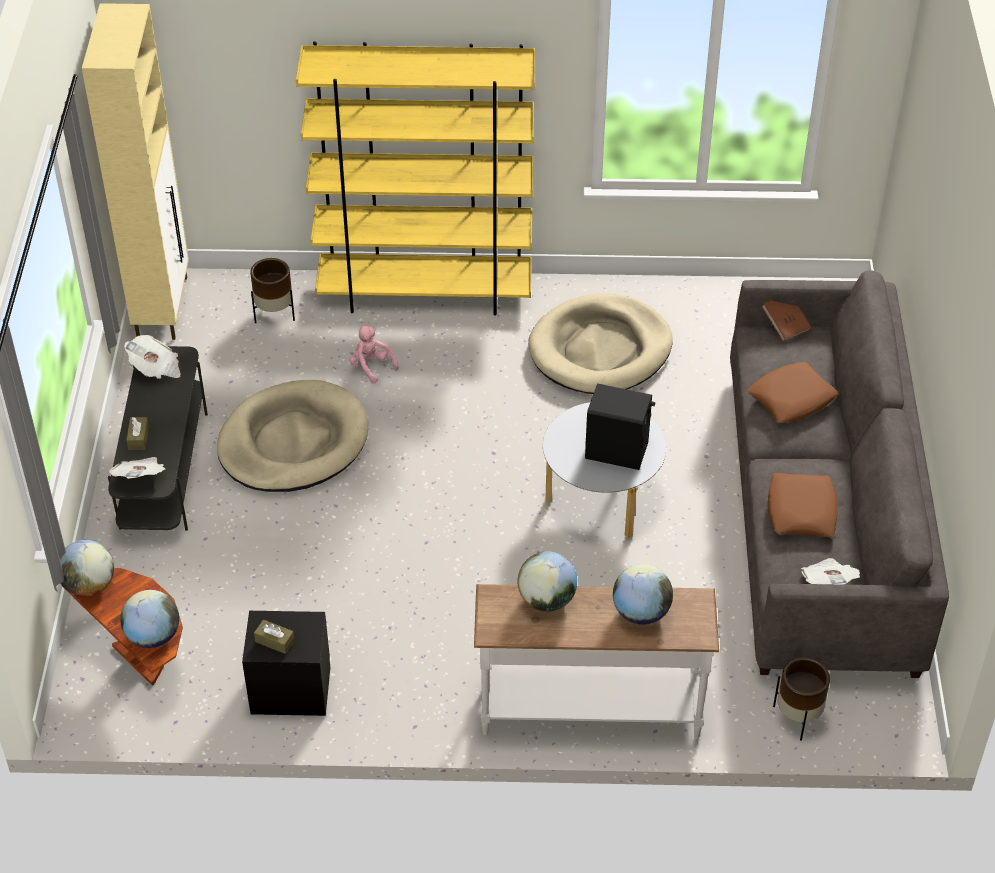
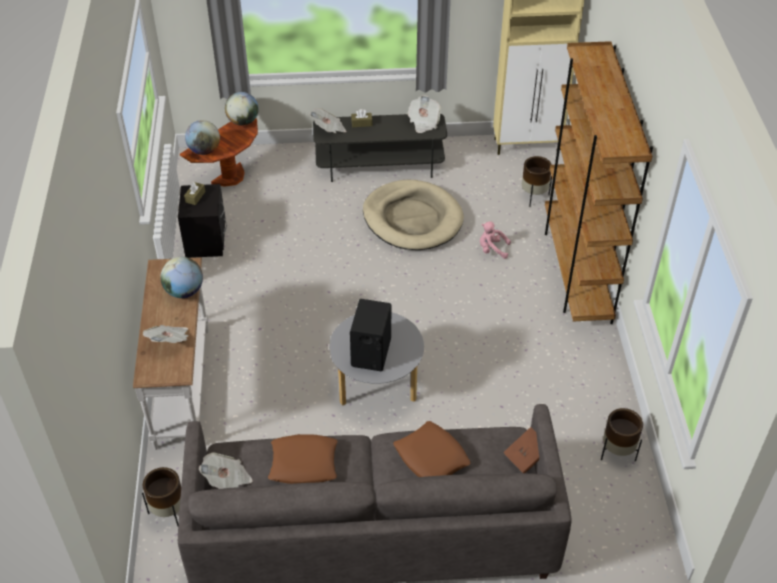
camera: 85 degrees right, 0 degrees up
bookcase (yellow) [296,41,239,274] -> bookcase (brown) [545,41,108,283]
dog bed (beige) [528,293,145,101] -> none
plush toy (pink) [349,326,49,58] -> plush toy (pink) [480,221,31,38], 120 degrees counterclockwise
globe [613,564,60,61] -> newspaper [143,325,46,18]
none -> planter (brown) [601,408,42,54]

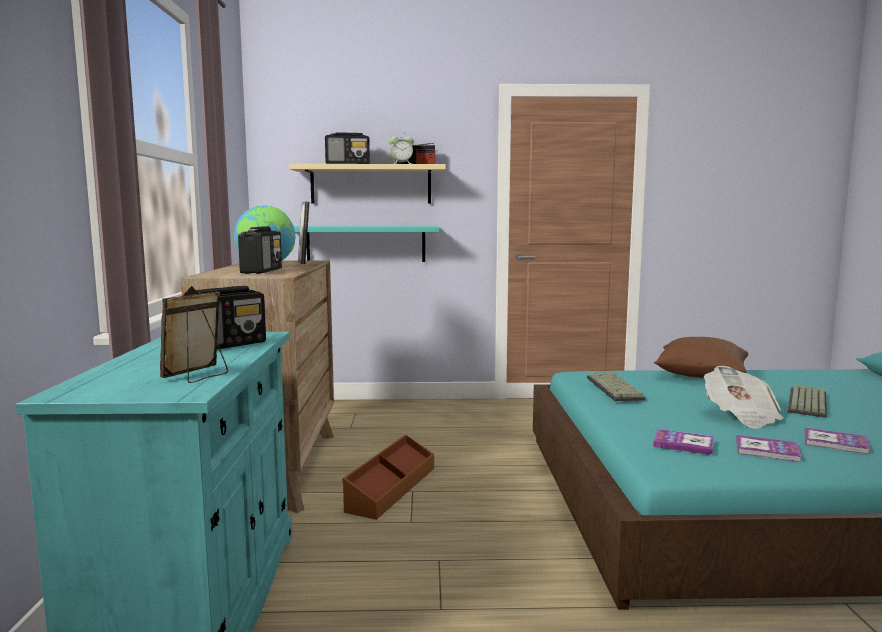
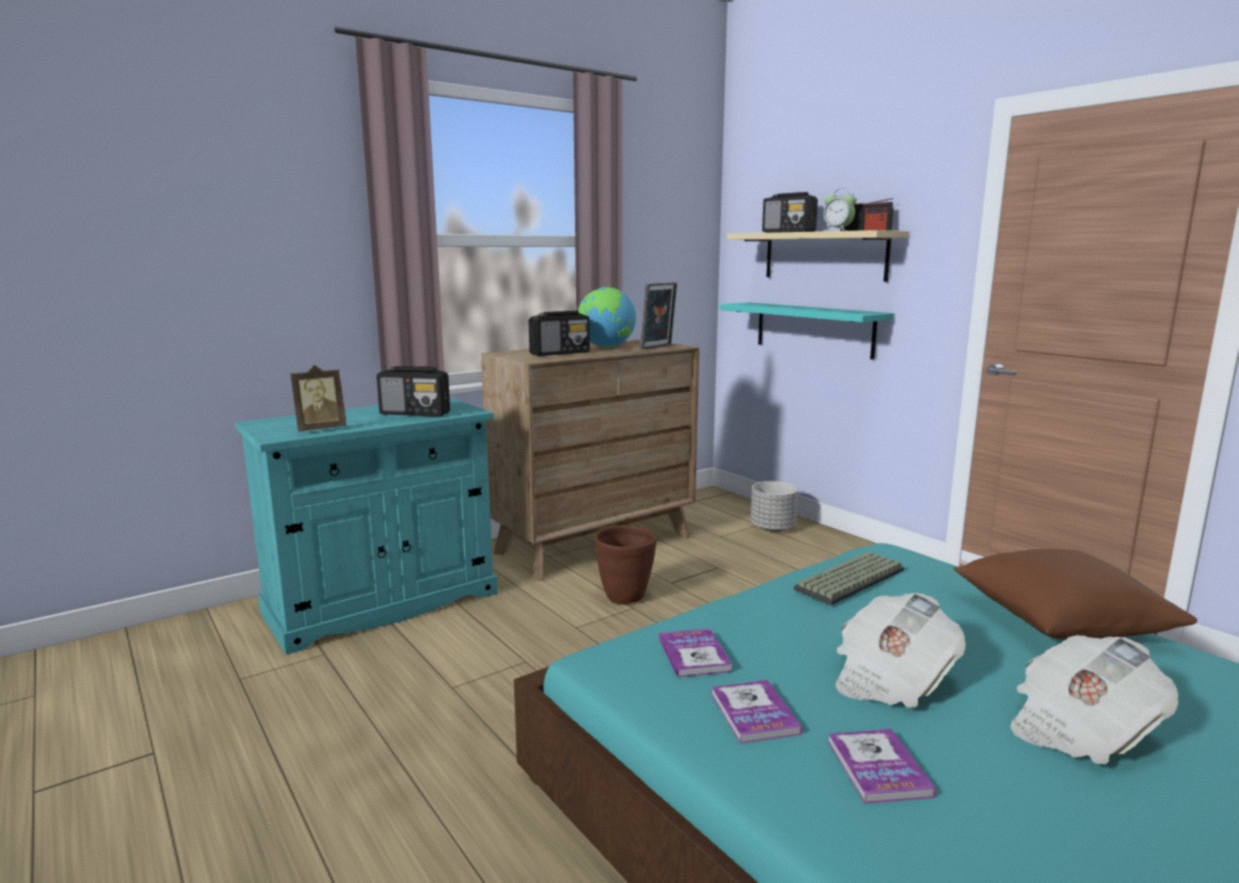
camera: 55 degrees right, 5 degrees up
picture frame [160,286,68,97] -> picture frame [290,365,56,66], 150 degrees clockwise
keyboard [788,385,39,33] -> newspaper [1010,635,169,130]
storage box (brown) [343,435,91,85] -> planter (brown) [595,526,62,78]
none -> planter (grey) [751,481,47,51]

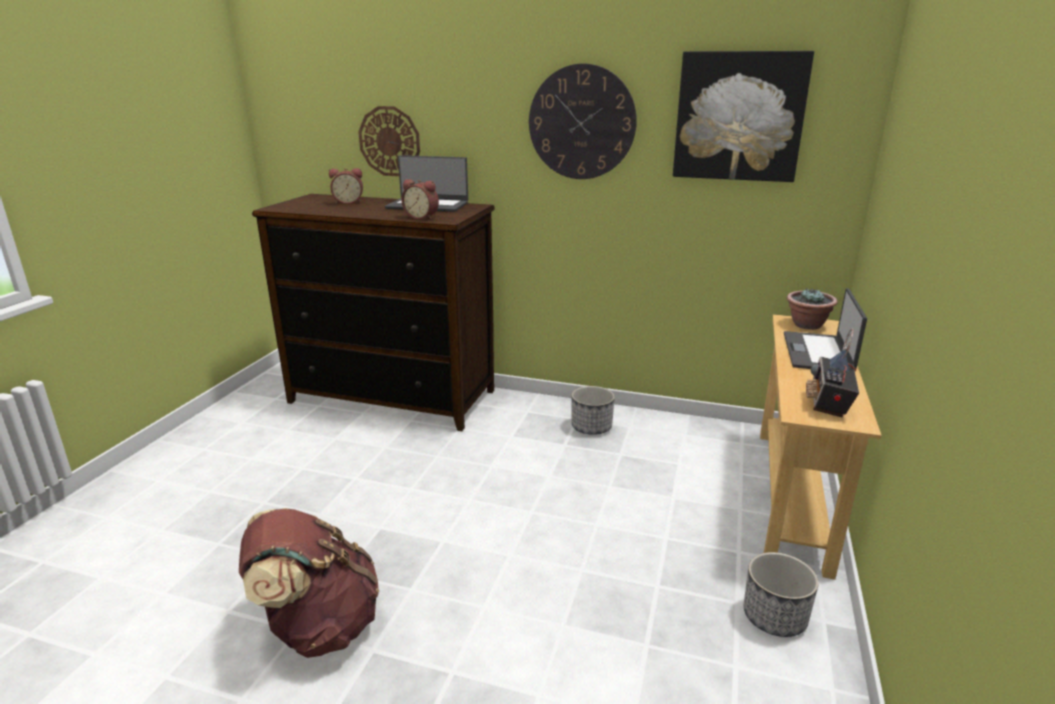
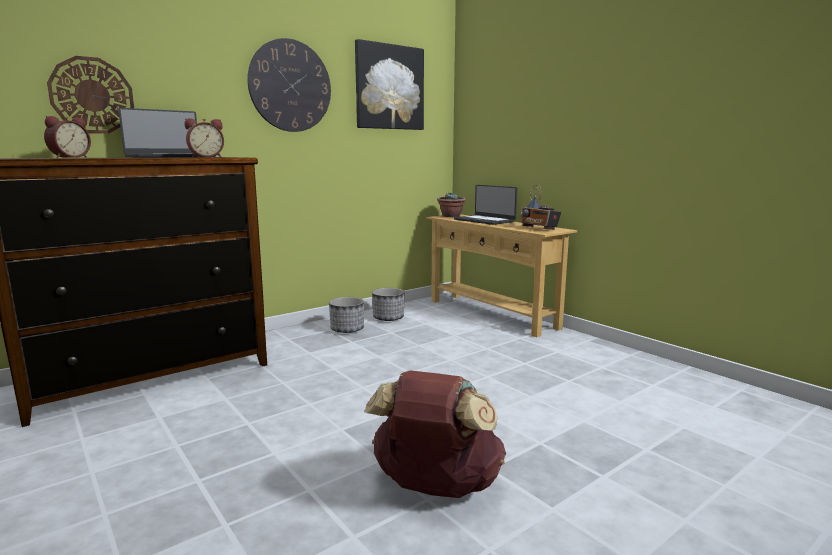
camera: 55 degrees left, 10 degrees down
planter [744,552,75,85] -> planter [372,288,32,33], shifted

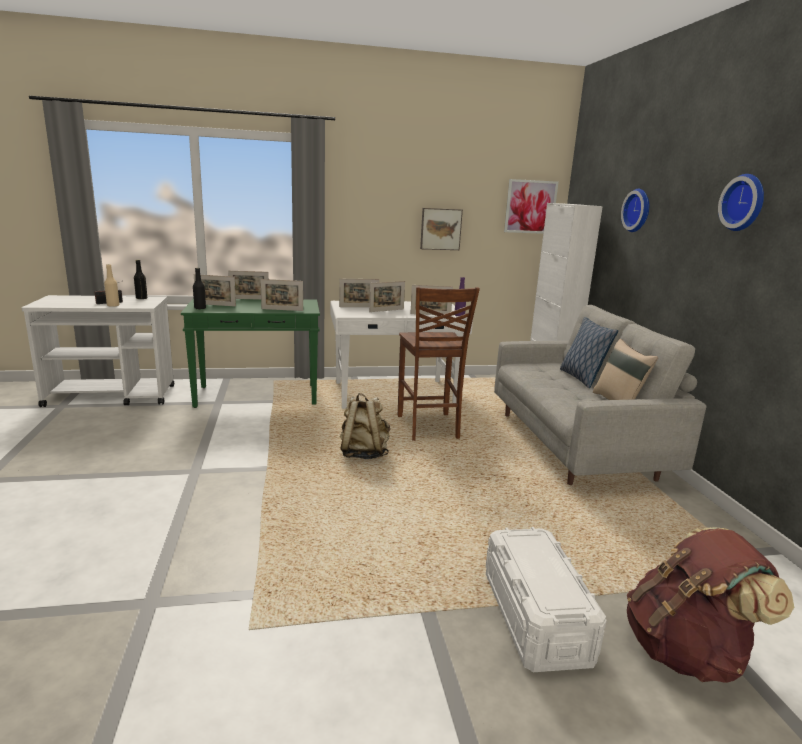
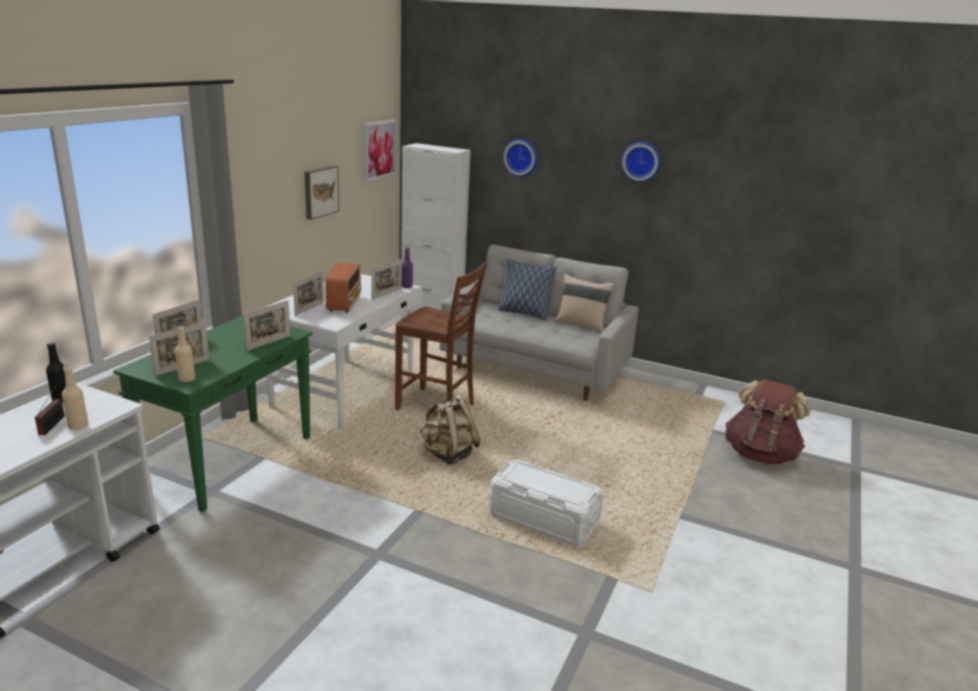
camera: 55 degrees left, 5 degrees up
bottle (black) [193,268,13,41] -> bottle (beige) [175,326,20,56]
picture frame [369,281,36,31] -> radio [325,262,36,51]
storage box (white) [486,527,121,145] -> storage box (white) [489,460,115,87], shifted

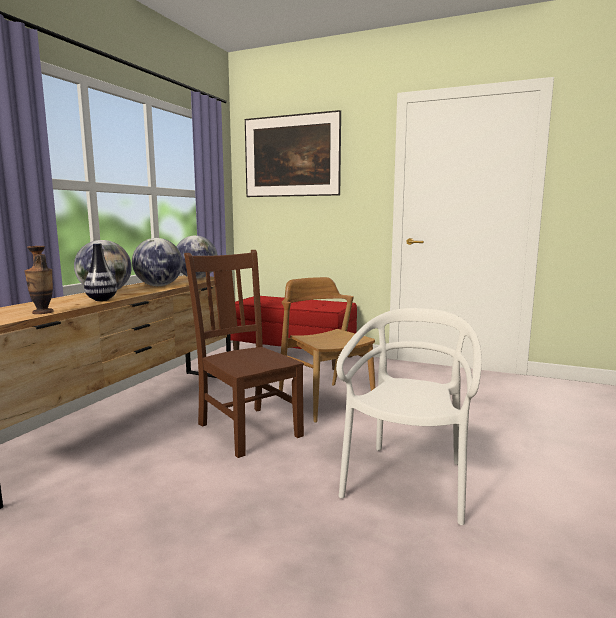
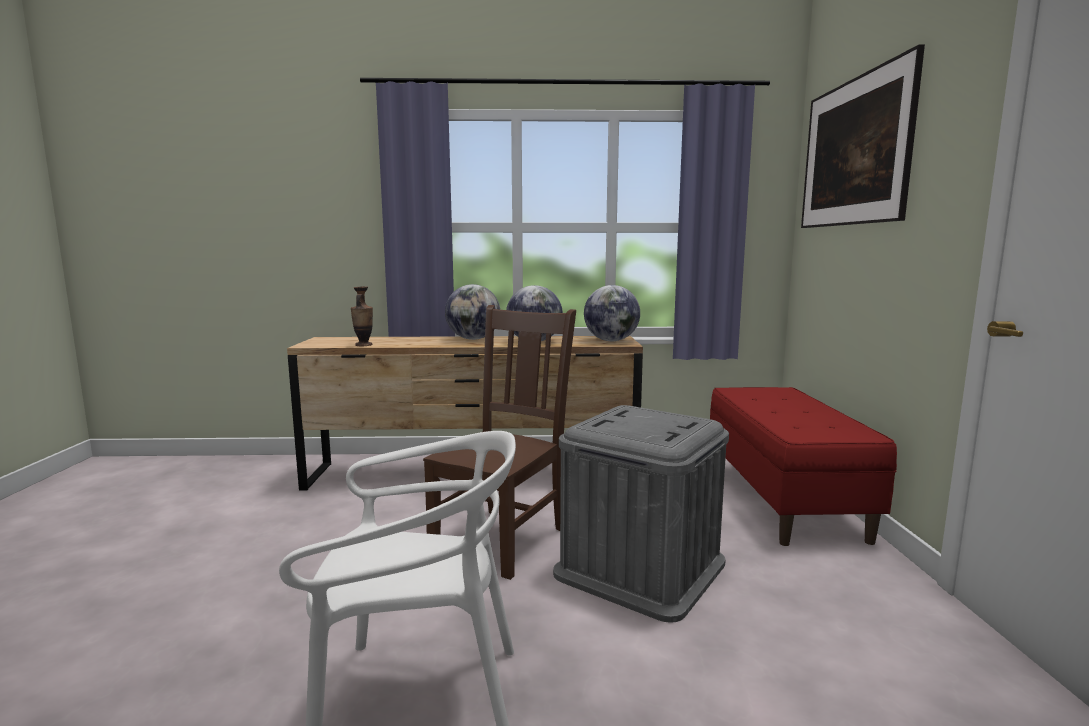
camera: 65 degrees right, 0 degrees up
vase [84,243,33,58] -> none
chair (brown) [279,277,96,146] -> storage box (grey) [553,405,176,218]

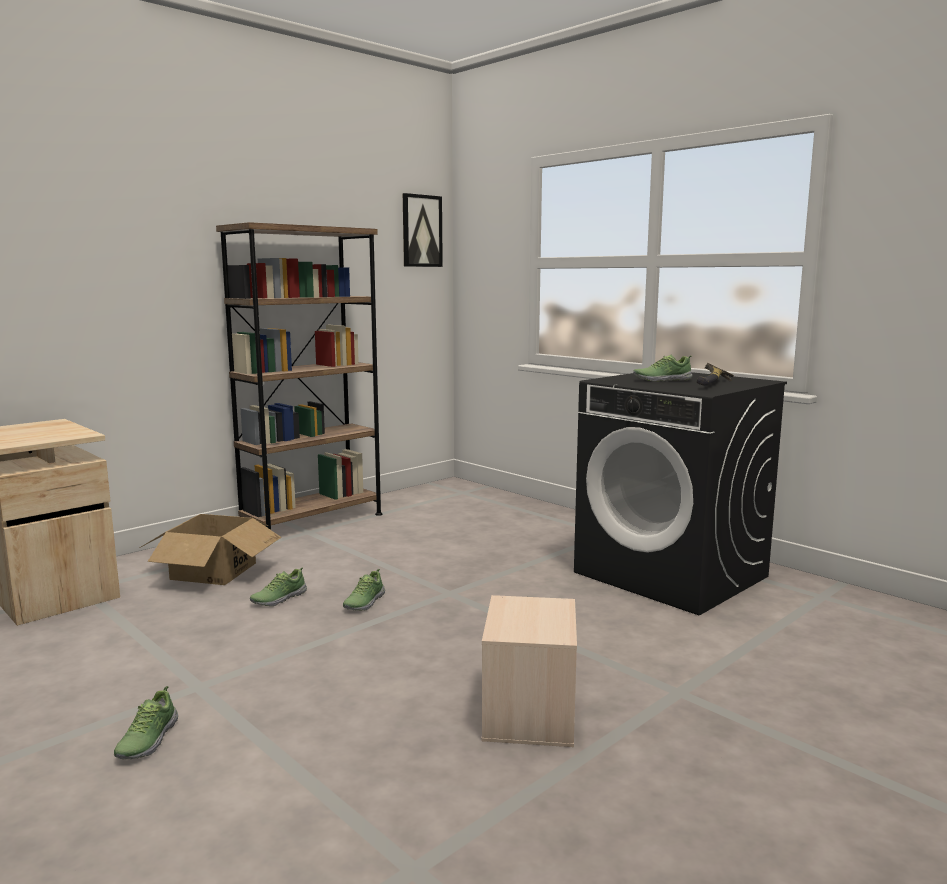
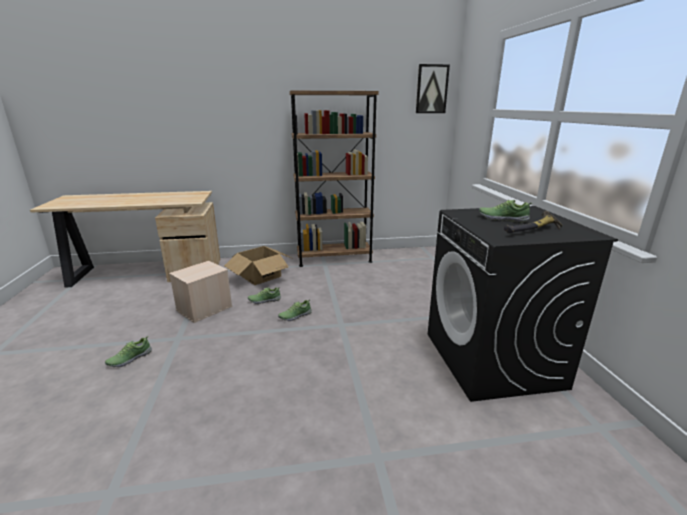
camera: 35 degrees right, 10 degrees up
storage box (beige) [481,595,96,152] -> storage box (beige) [169,261,64,62], shifted

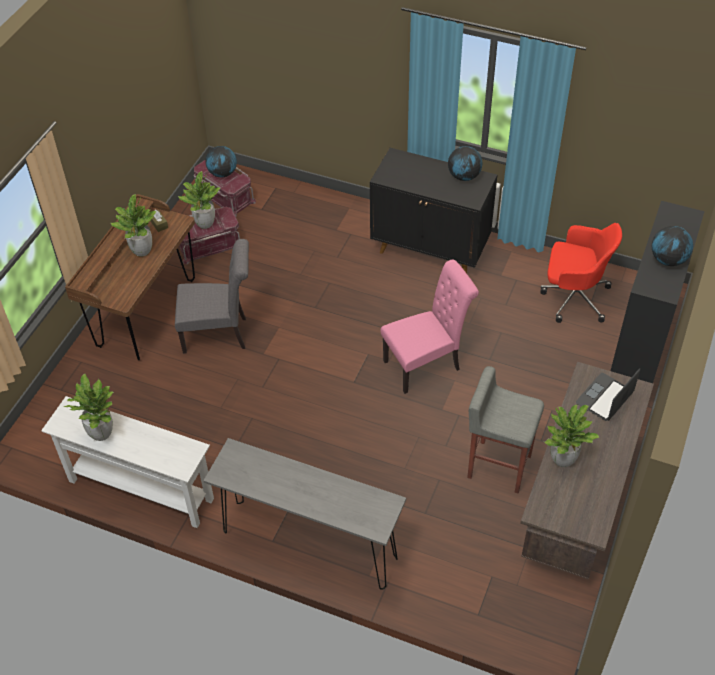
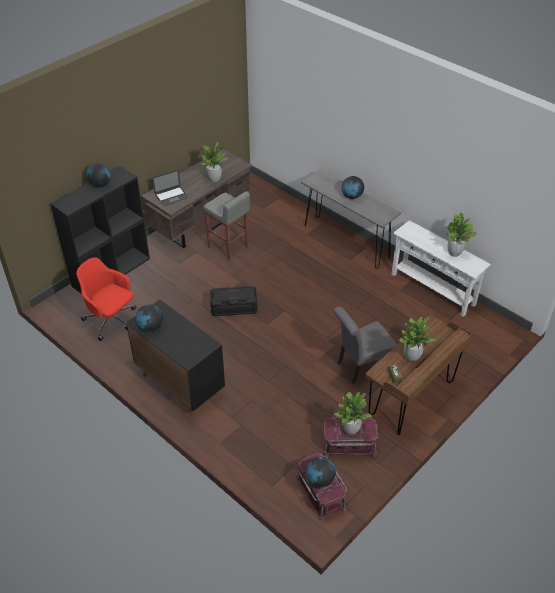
camera: 160 degrees left, 5 degrees down
chair (grey) [175,239,74,115] -> chair (grey) [333,307,64,77], 45 degrees counterclockwise
chair (pink) [381,260,98,134] -> storage box (black) [210,286,48,30]
none -> globe [342,176,22,23]

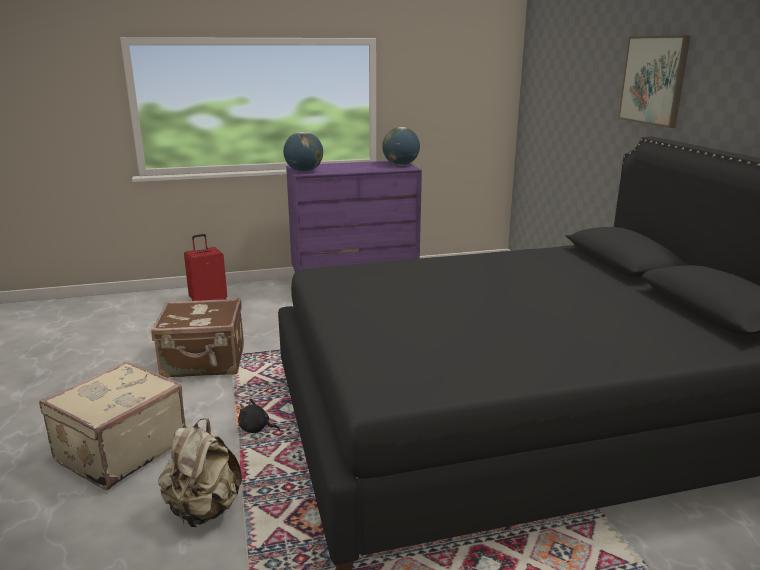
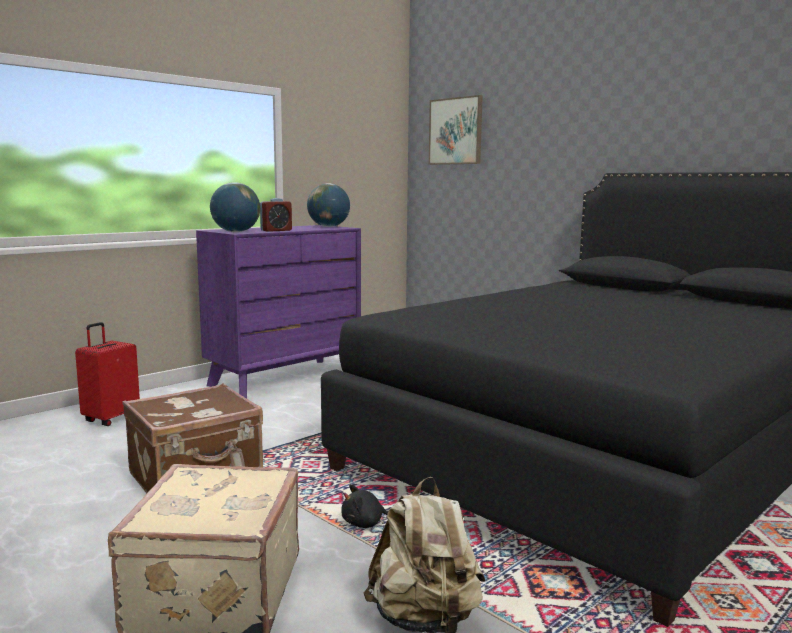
camera: 30 degrees left, 10 degrees down
picture [618,35,73,93] -> picture [429,95,54,70], shifted
none -> alarm clock [260,198,32,34]

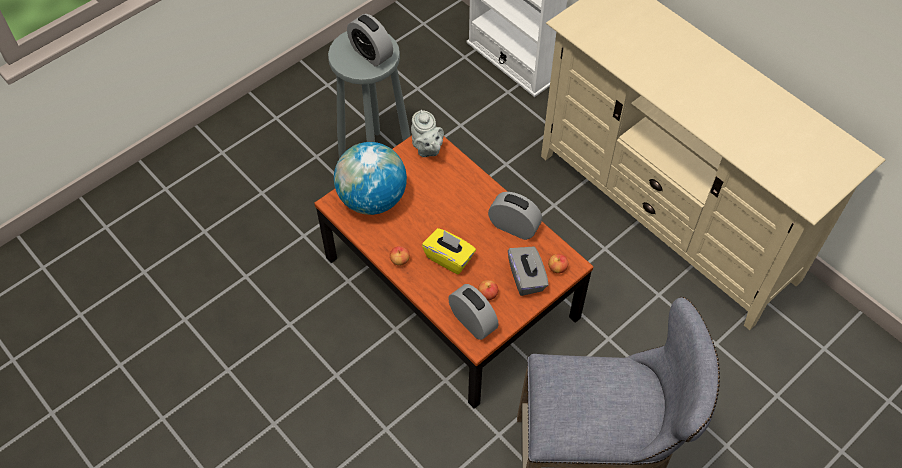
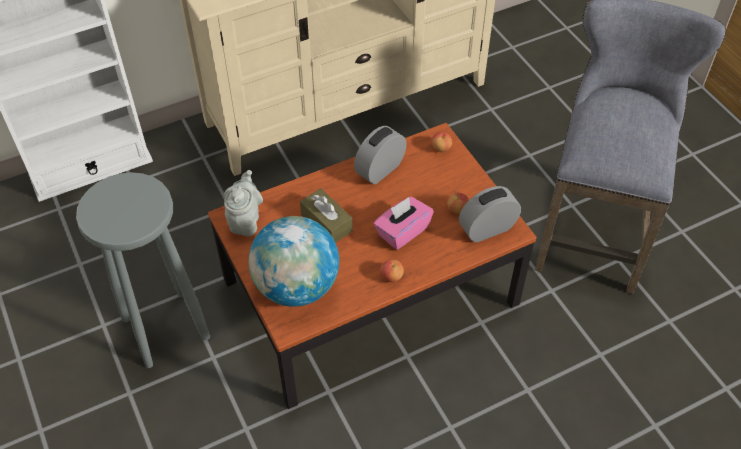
camera: 75 degrees left, 5 degrees down
alarm clock [347,14,46,53] -> none
teapot (grey) [411,110,33,47] -> teapot (grey) [224,170,39,66], 75 degrees counterclockwise
tissue box (yellow) [422,228,54,46] -> tissue box (pink) [373,197,61,53]
tissue box (grey) [508,247,41,49] -> none
none -> tissue box (brown) [300,188,53,55]

